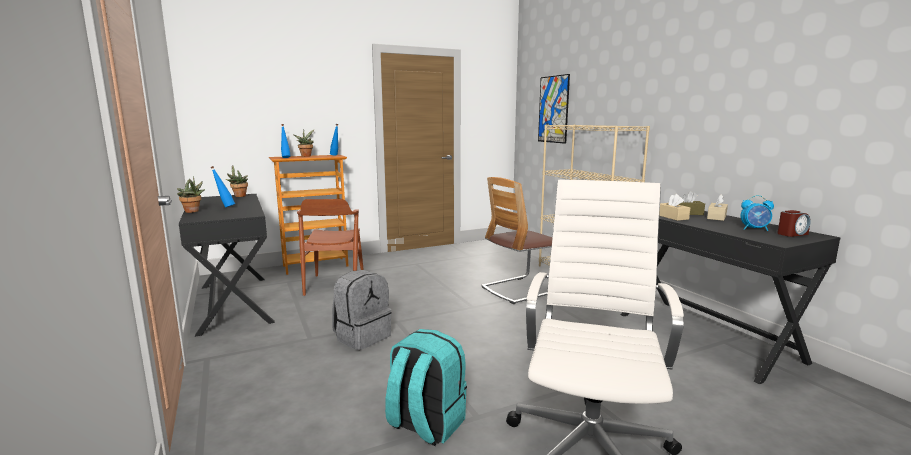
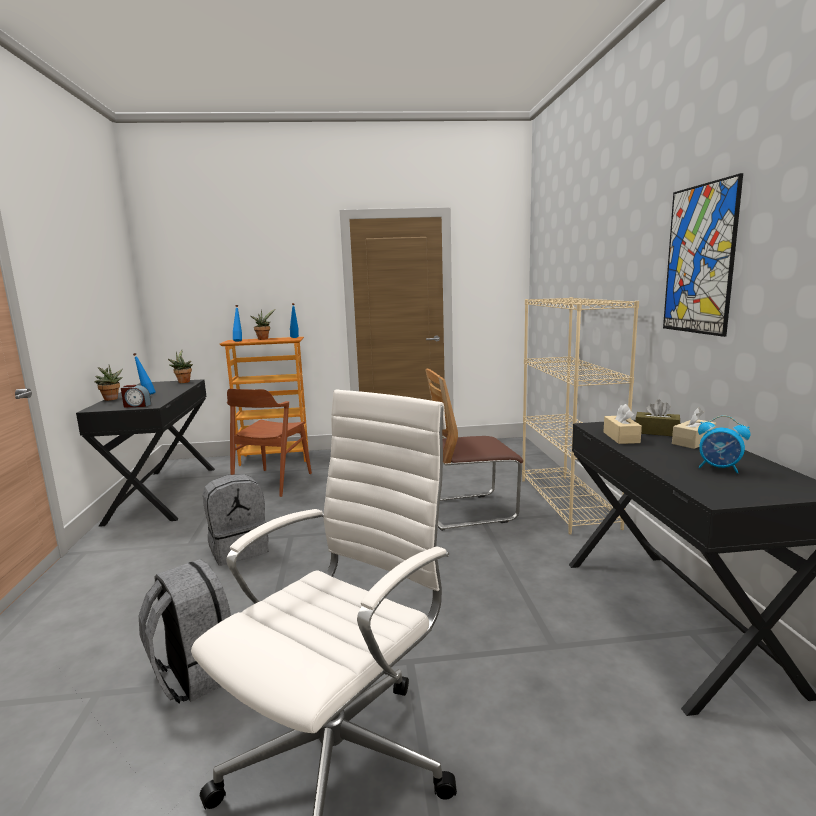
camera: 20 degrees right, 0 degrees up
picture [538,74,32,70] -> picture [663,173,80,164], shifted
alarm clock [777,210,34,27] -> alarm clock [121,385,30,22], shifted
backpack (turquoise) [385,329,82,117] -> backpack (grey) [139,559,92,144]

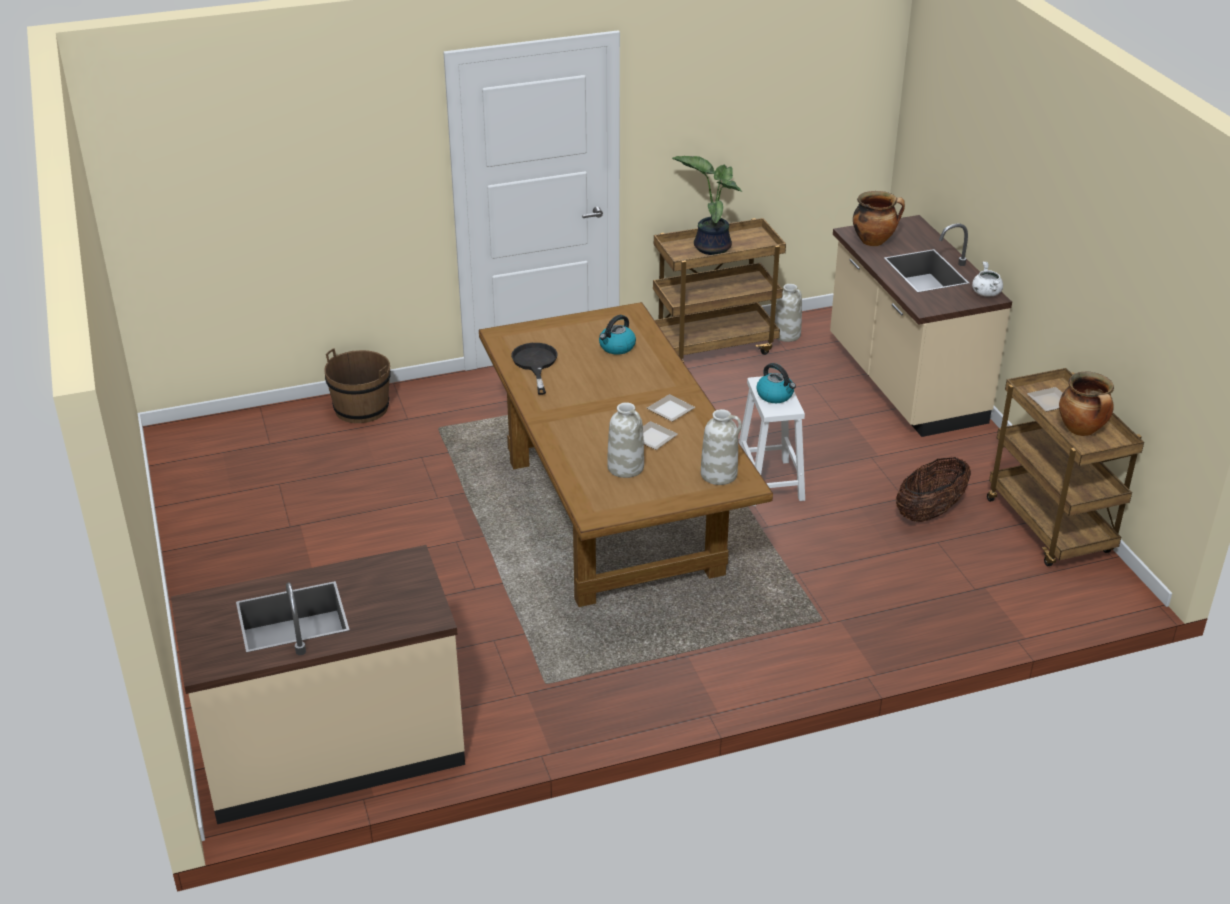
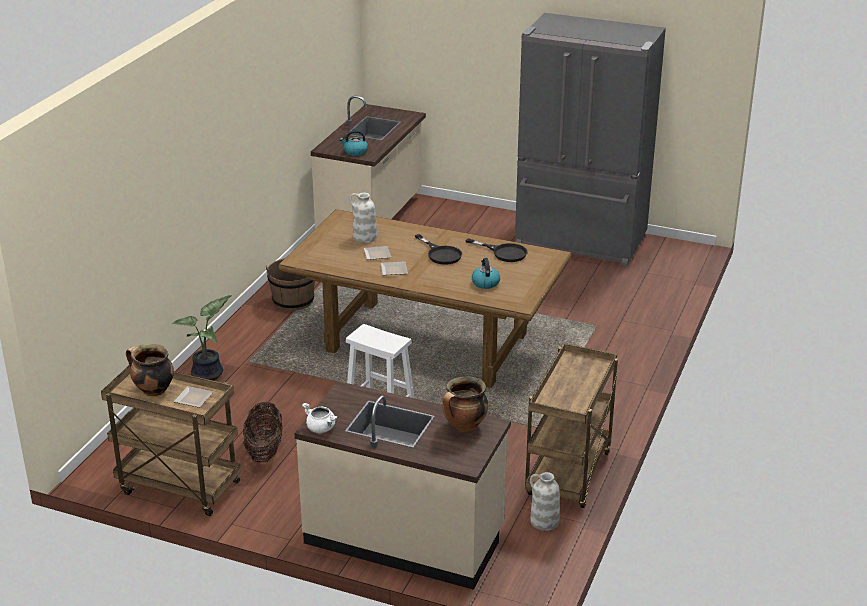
camera: 130 degrees right, 5 degrees down
potted plant [672,156,70,99] -> potted plant [172,295,60,86], shifted
bucket (brown) [324,348,67,75] -> bucket (brown) [266,258,49,53], shifted
kettle [756,363,40,40] -> kettle [340,130,28,26], shifted
vase (white) [701,409,41,76] -> none
none -> fridge (grey) [515,13,151,253]
none -> frying pan (black) [415,234,47,31]

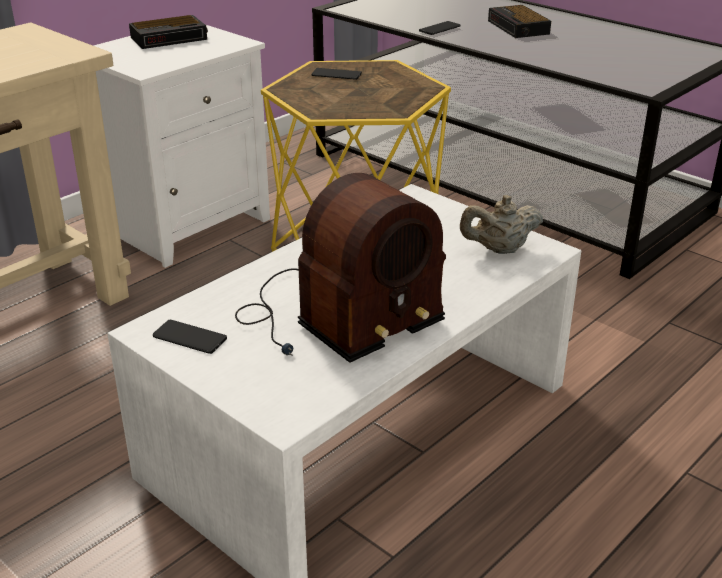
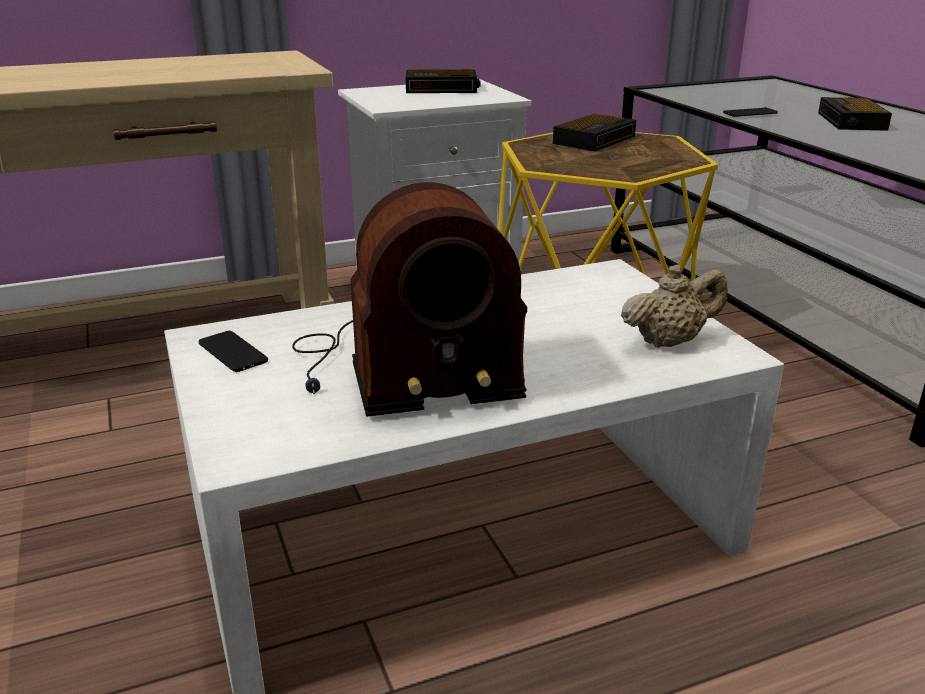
camera: 25 degrees right, 5 degrees down
phone [312,68,50,12] -> alarm clock [553,113,83,38]
teapot (beige) [460,195,83,59] -> teapot (beige) [621,265,107,83], 150 degrees clockwise

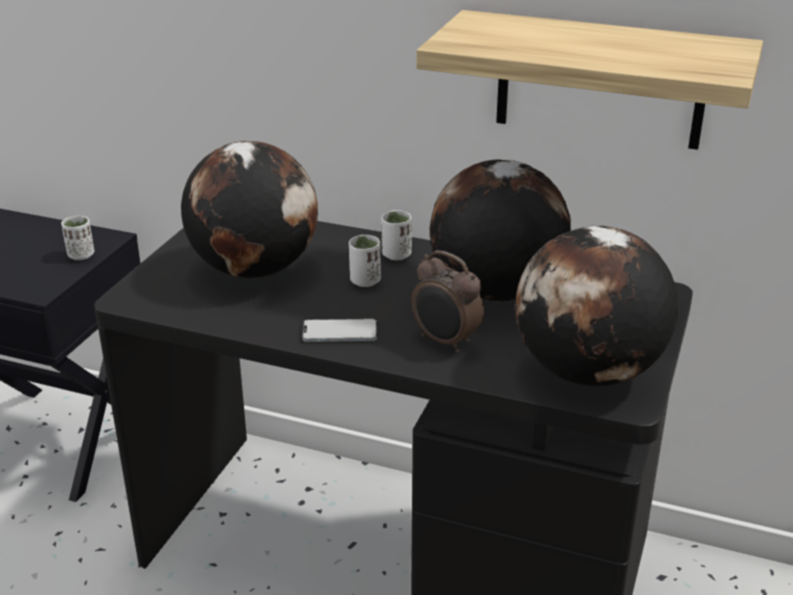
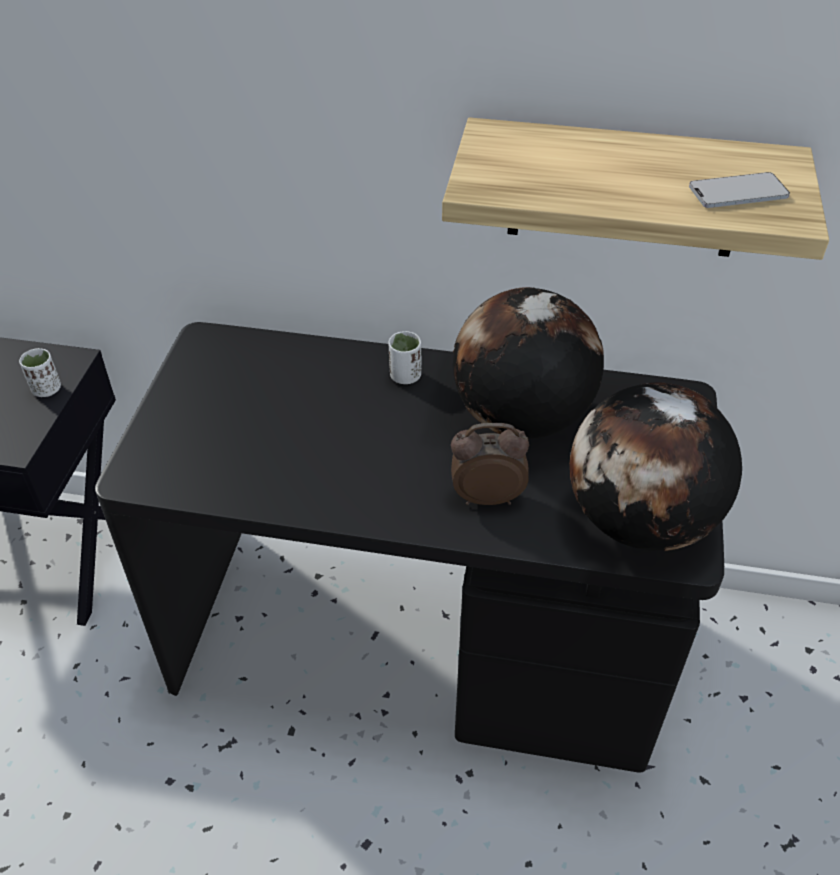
camera: 10 degrees left, 15 degrees up
globe [181,141,137,137] -> none
cup (white) [349,235,32,52] -> none
alarm clock [411,250,73,103] -> alarm clock [451,423,78,82], 150 degrees clockwise
phone [303,319,74,23] -> phone [689,172,101,36], shifted

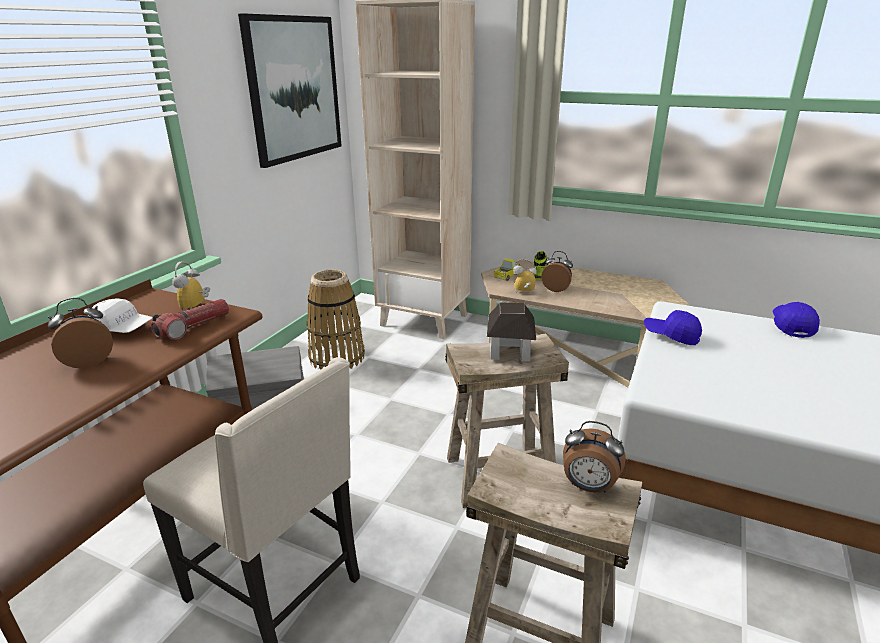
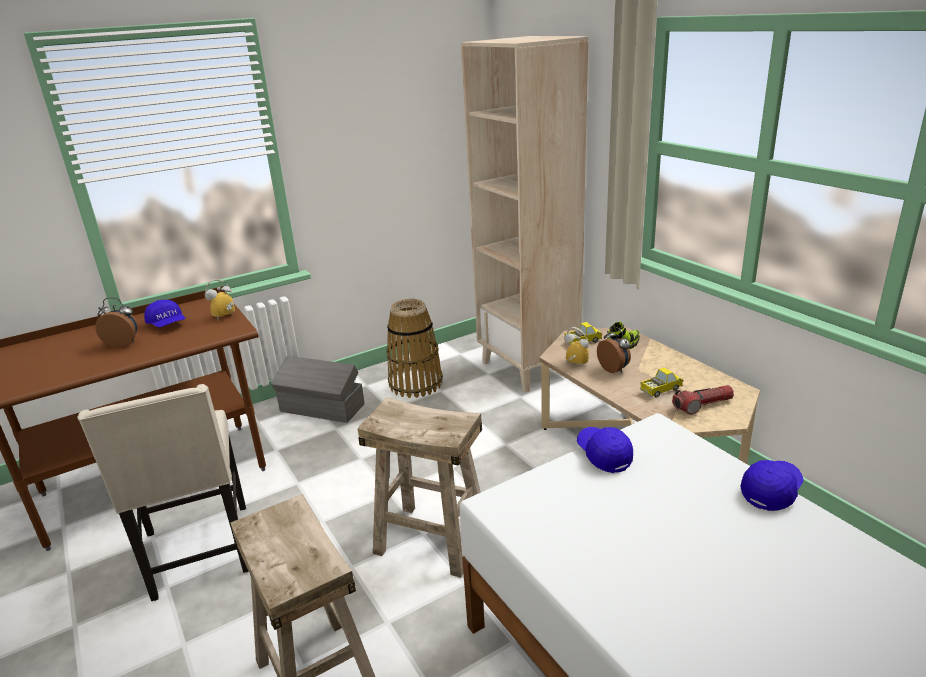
camera: 35 degrees right, 0 degrees up
picture [238,14,104,154] -> none
cap (white) [87,298,65,35] -> cap (blue) [144,300,41,28]
flashlight [150,299,79,41] -> flashlight [672,385,62,30], shifted
toy house [487,302,49,59] -> none
alarm clock [563,421,62,72] -> none
none -> toy truck [640,367,43,30]

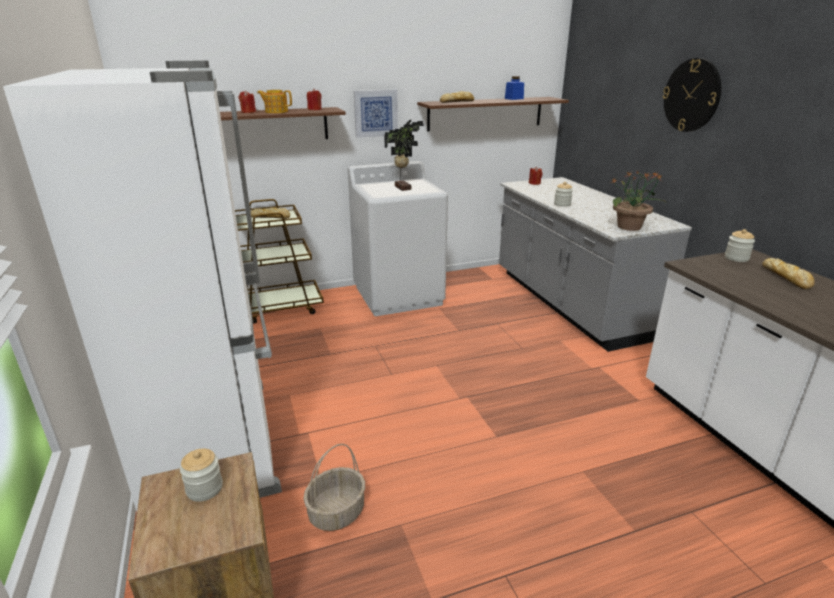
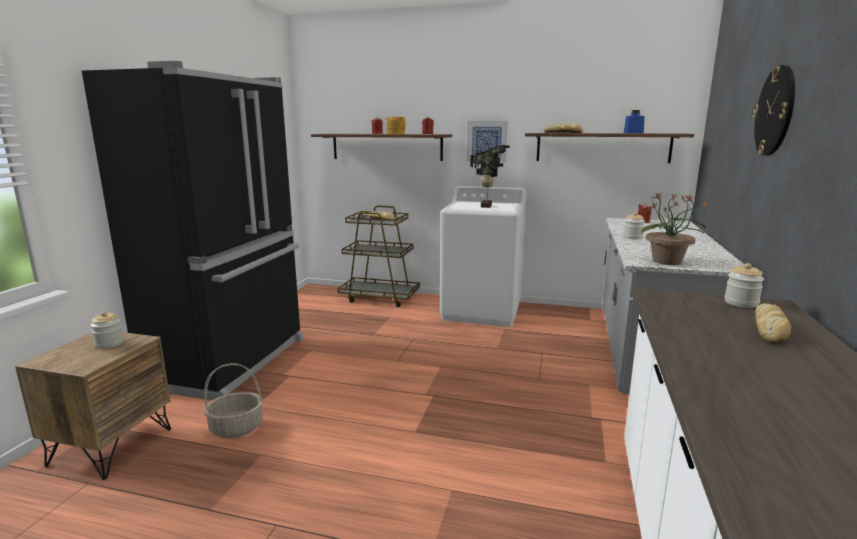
camera: 35 degrees right, 10 degrees down
fridge (white) [3,60,279,451] -> fridge (black) [82,61,221,339]

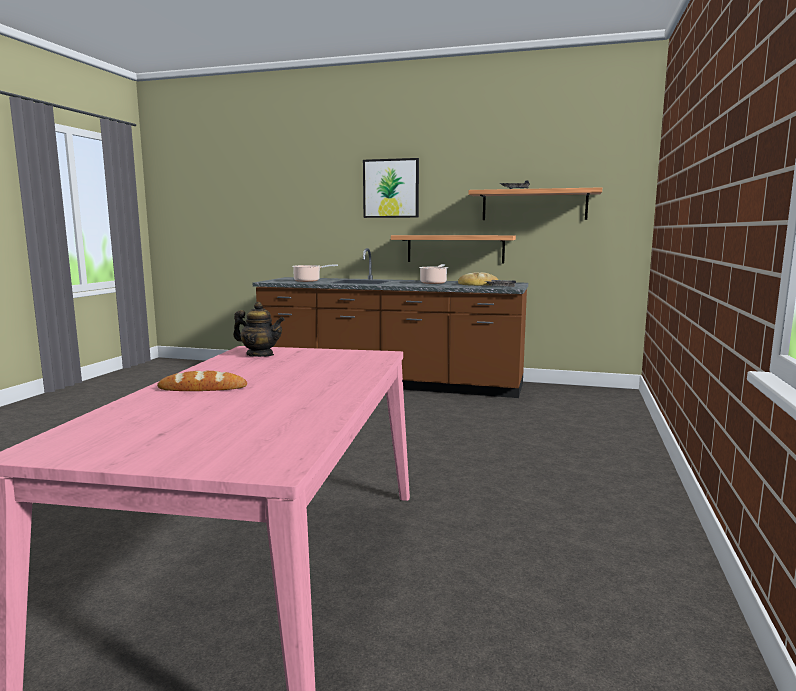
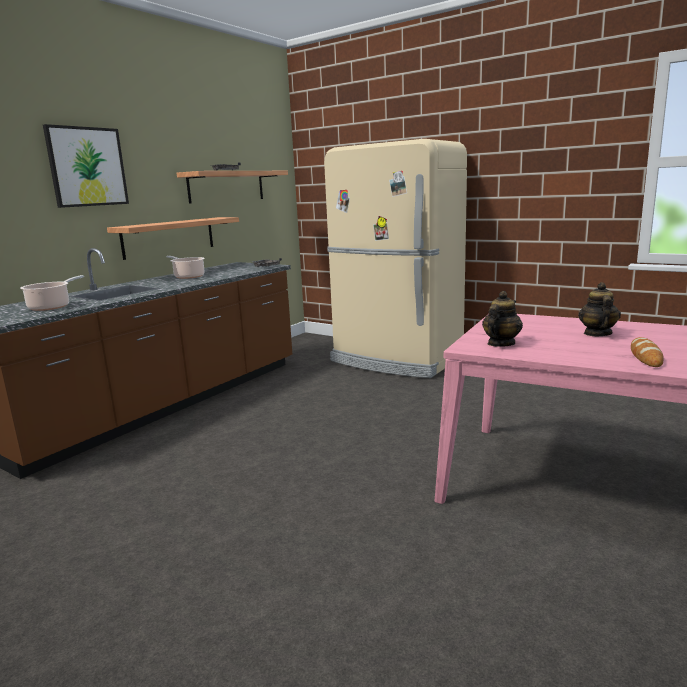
camera: 70 degrees left, 5 degrees up
bread [458,272,40,14] -> none
none -> fridge (beige) [324,139,143,239]
none -> teapot [578,282,43,54]

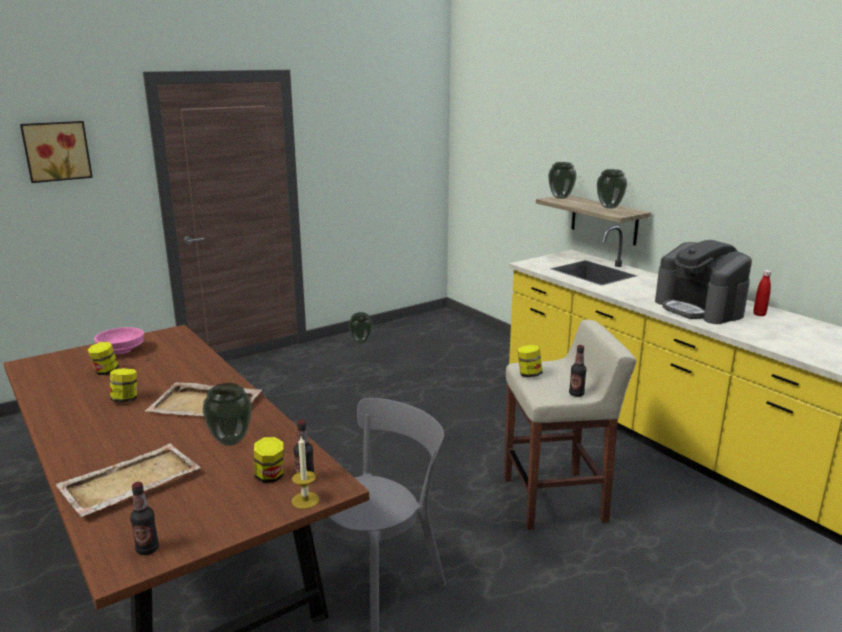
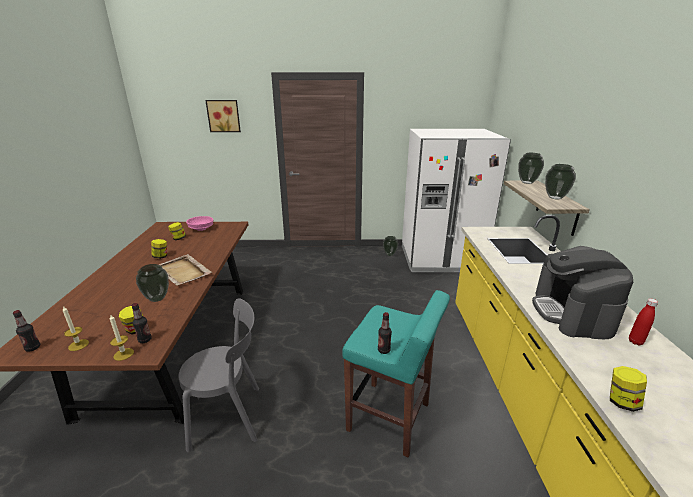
camera: 35 degrees right, 5 degrees up
stool (beige) [504,320,132,210] -> stool (turquoise) [342,290,108,168]
jar [517,345,26,33] -> jar [610,366,37,46], shifted
tray (beige) [55,444,146,73] -> none
none -> fridge (white) [402,129,109,143]
none -> candle [62,306,27,45]

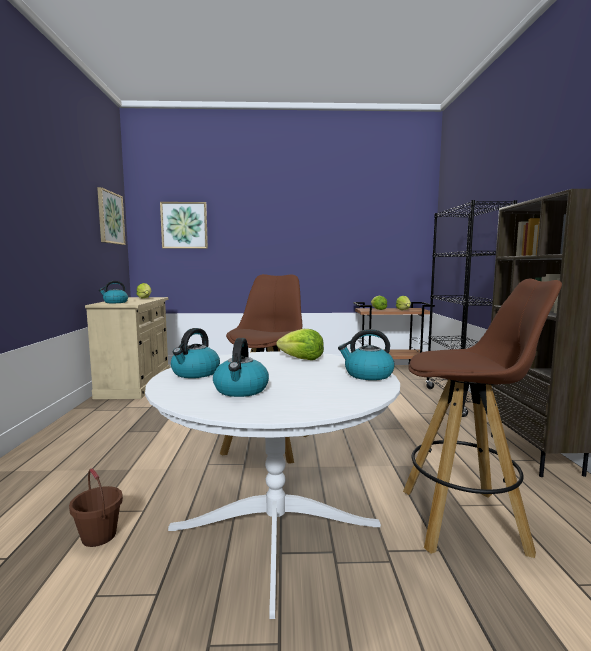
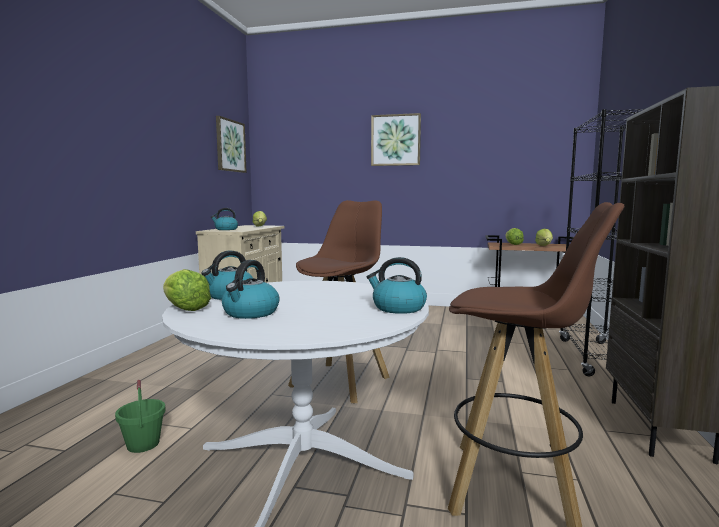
camera: 15 degrees right, 0 degrees up
picture [160,202,48,47] -> picture [371,113,50,53], shifted
lettuce [276,329,48,31] -> lettuce [163,269,48,42], shifted
bucket (brown) [69,468,54,79] -> bucket (green) [115,380,51,73]

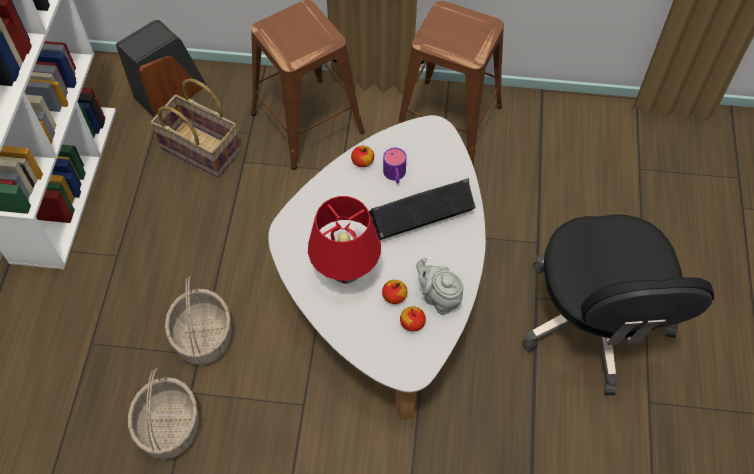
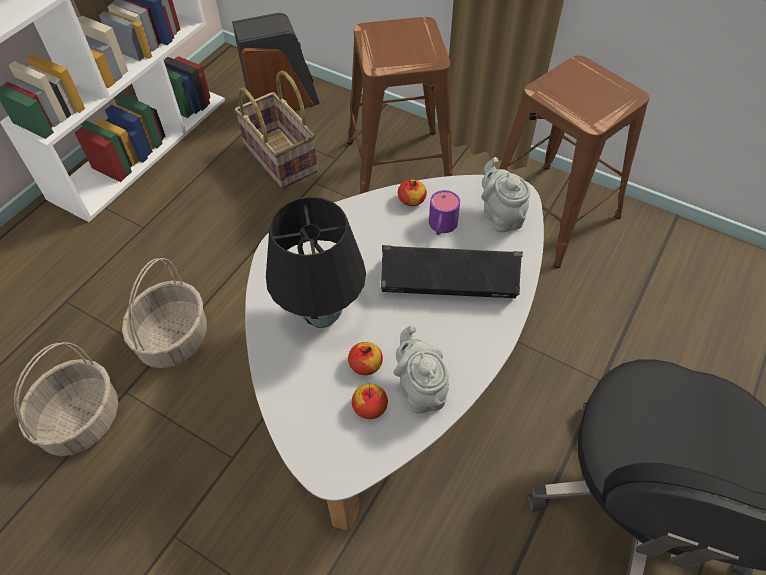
camera: 25 degrees right, 5 degrees down
table lamp (red) [308,196,73,88] -> table lamp (black) [266,197,100,131]
none -> teapot (grey) [481,157,49,75]

